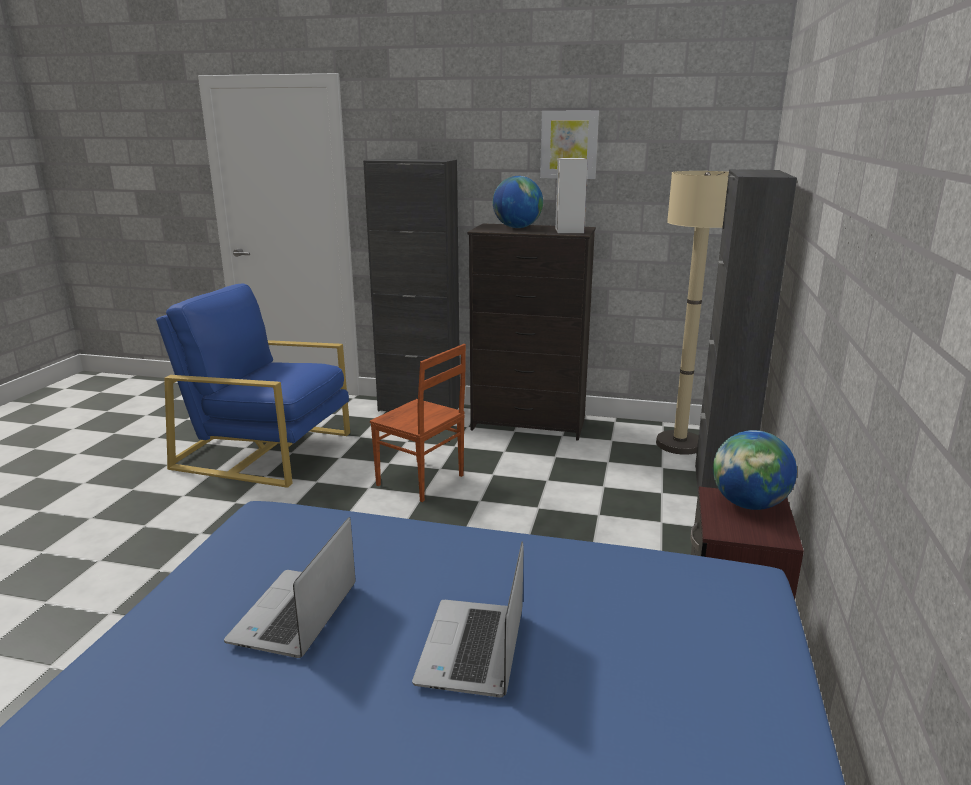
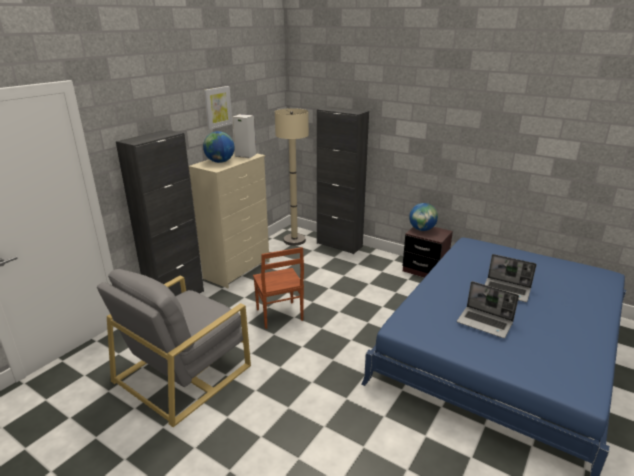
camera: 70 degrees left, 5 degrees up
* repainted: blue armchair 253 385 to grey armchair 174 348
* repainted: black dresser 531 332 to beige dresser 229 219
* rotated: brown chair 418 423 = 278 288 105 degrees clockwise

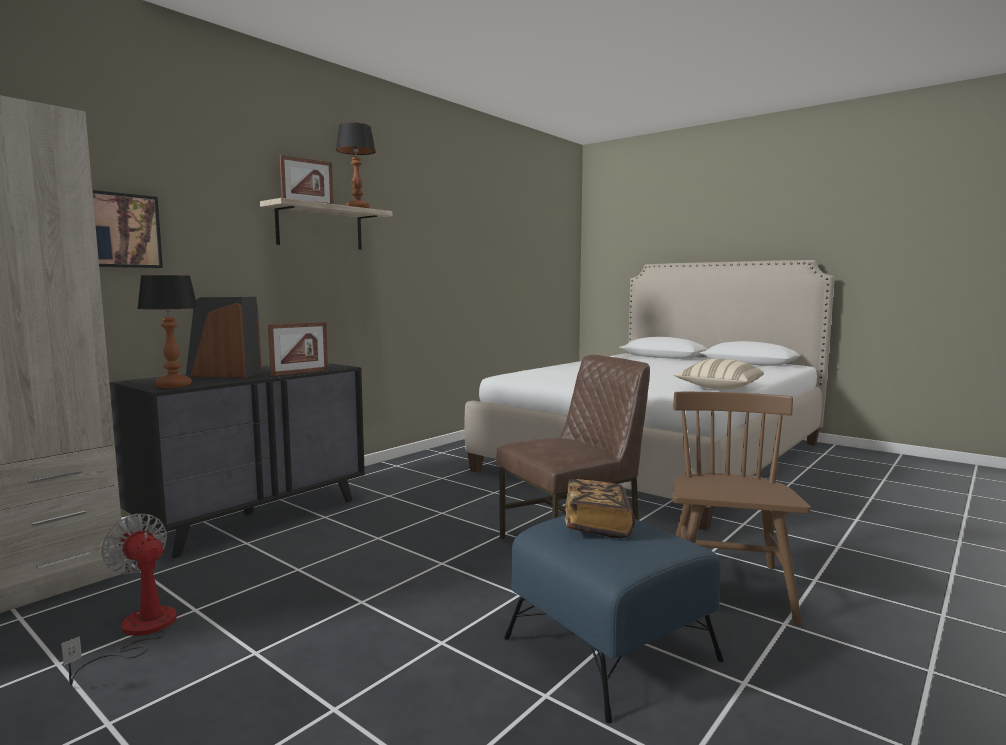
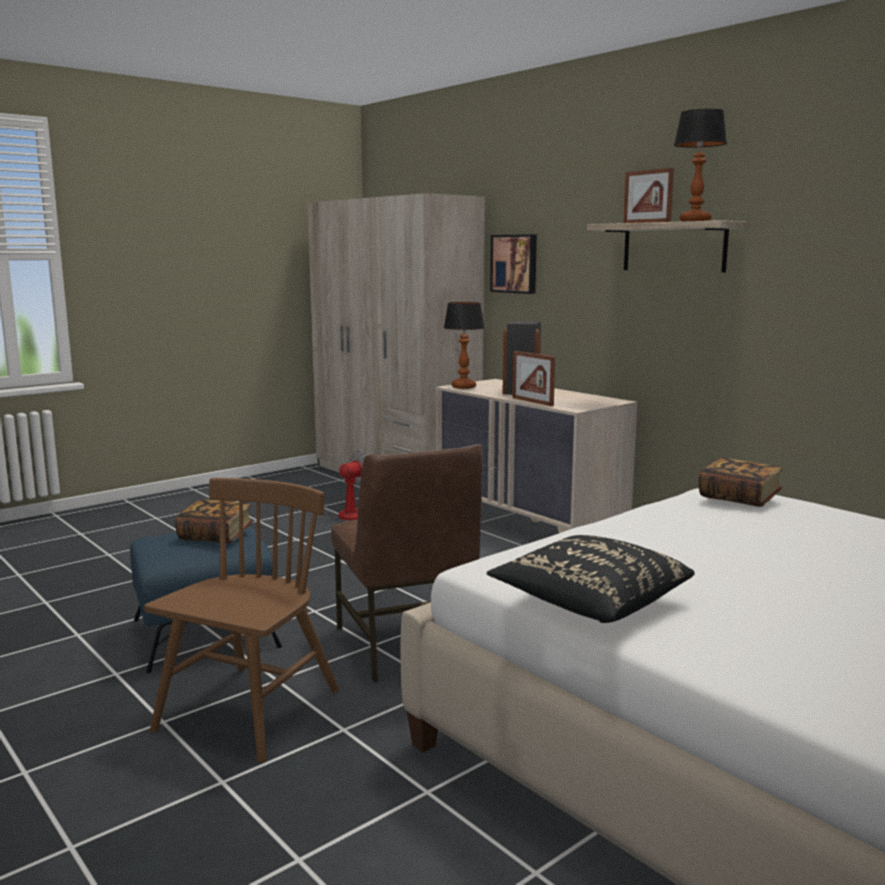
camera: 100 degrees right, 5 degrees up
* new: book 740 482
* repainted: black dresser 237 460 to beige dresser 536 456
* repainted: beige pillow 719 374 to black pillow 591 579
* rotated: brown chair 741 509 = 241 620 90 degrees counterclockwise

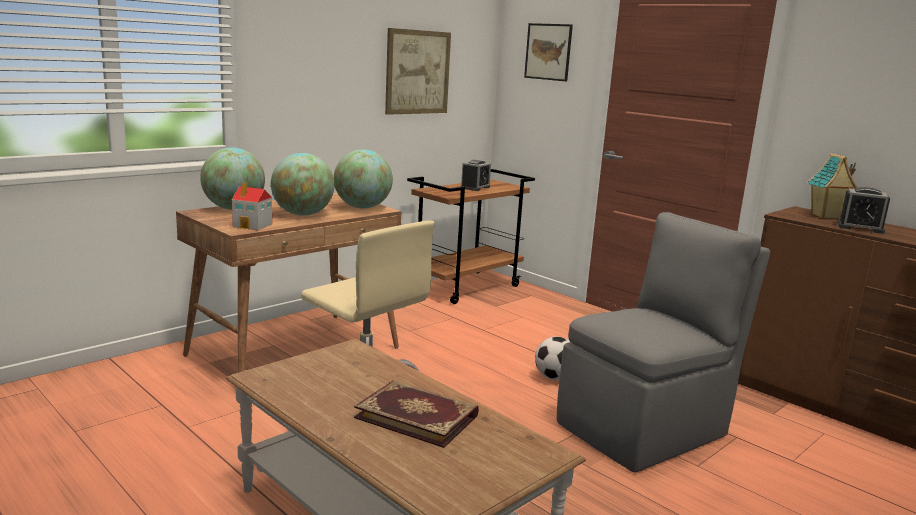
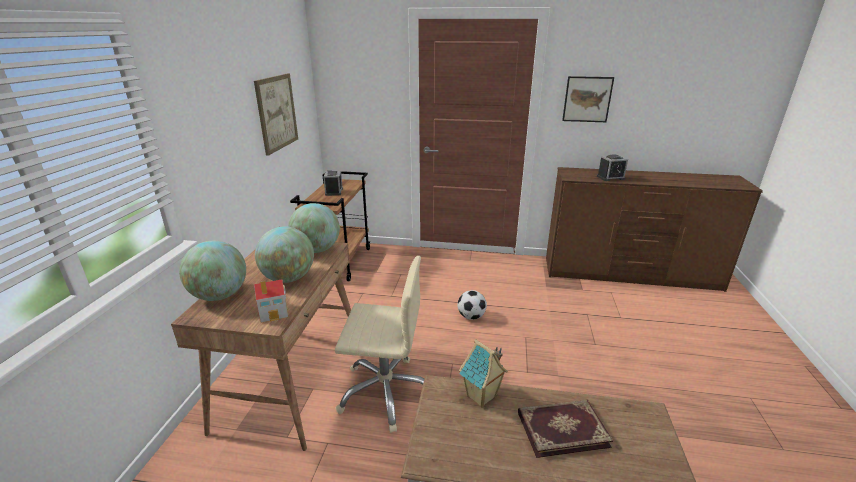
camera: 35 degrees left, 10 degrees up
* gone: grey chair 663 342
* shifted: picture 548 52 to 588 99
* shifted: toy house 833 186 to 483 373

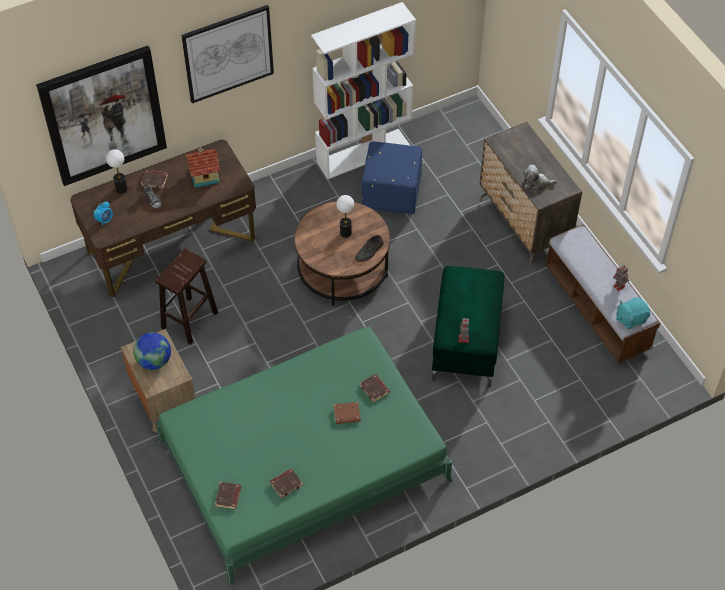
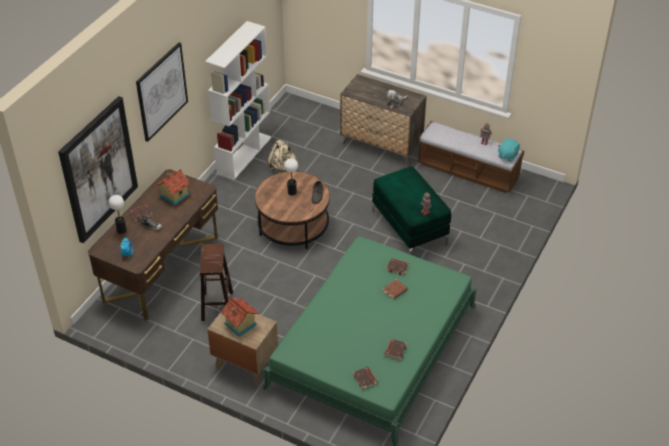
camera: 35 degrees left, 10 degrees down
* swapped: globe 152 351 to toy house 239 317
* swapped: blue ottoman 391 177 to beige backpack 282 157

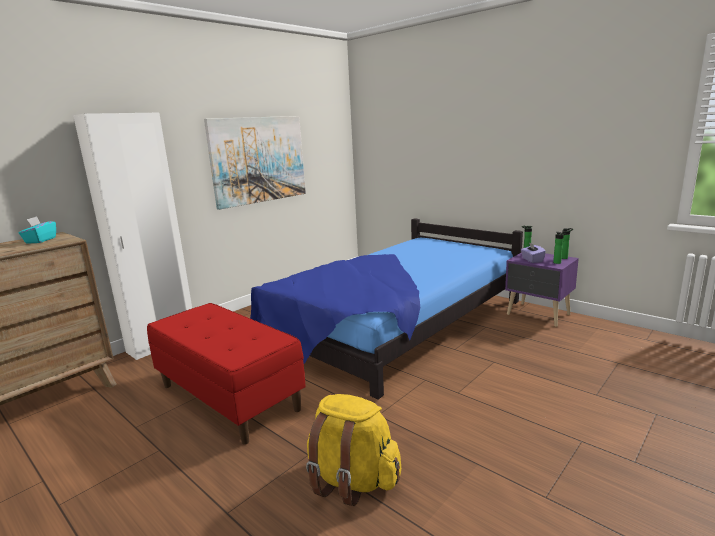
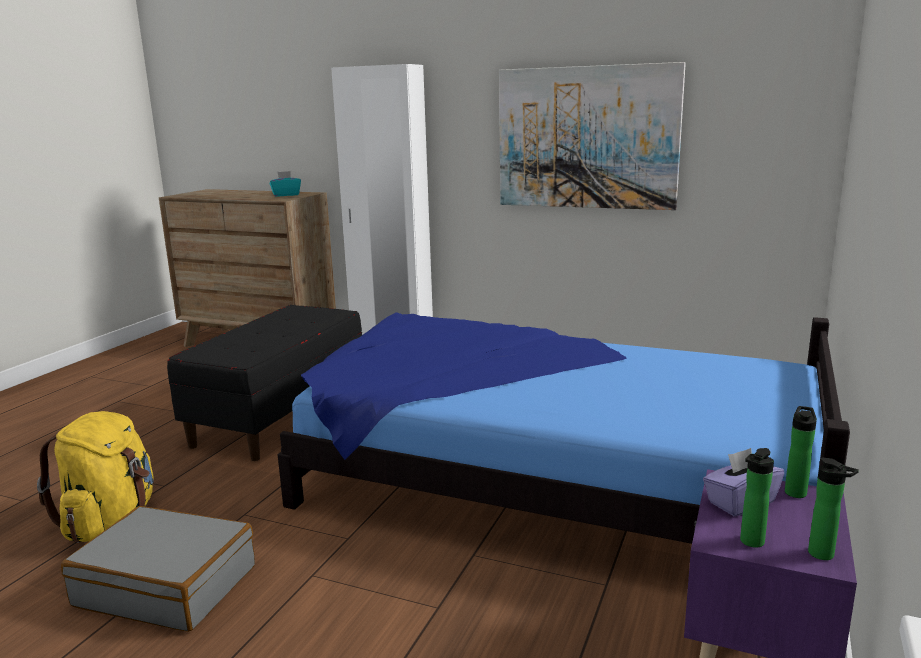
camera: 70 degrees right, 0 degrees up
* new: grey suitcase 158 569
* repainted: red bench 226 374 to black bench 264 383

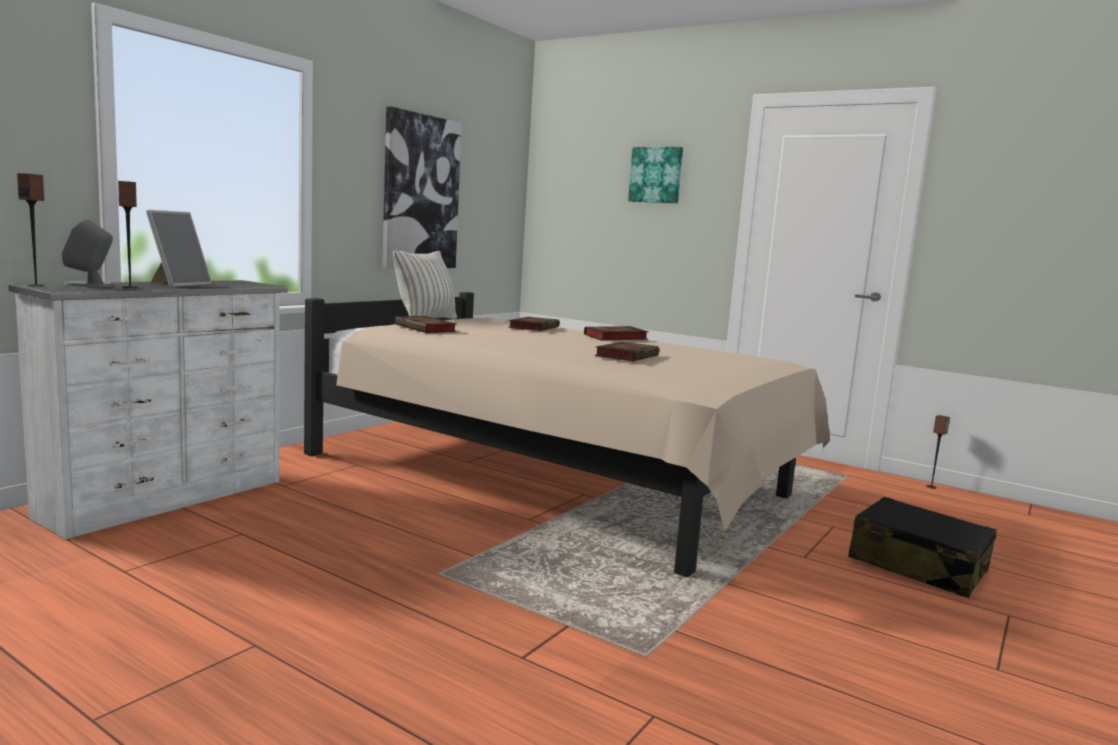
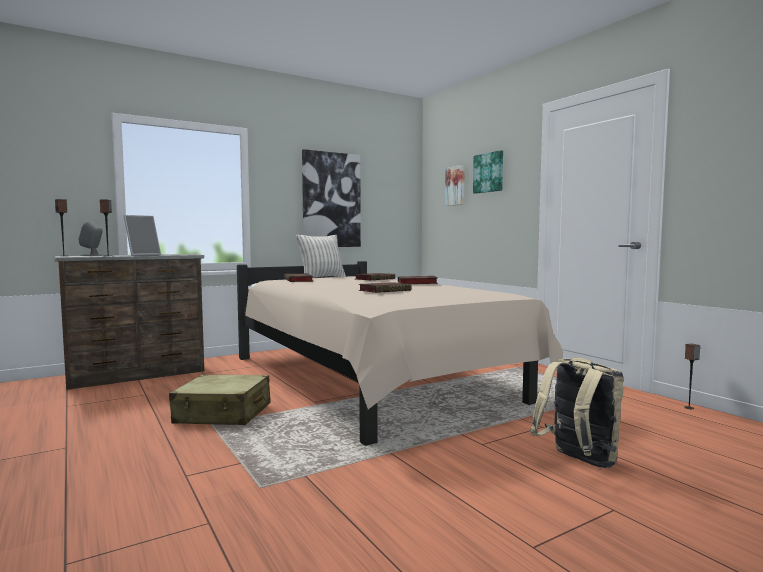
camera: 25 degrees right, 5 degrees down
* new: beige suitcase 219 400
* new: picture 455 185
* swapped: black suitcase 922 547 to beige backpack 577 413
* repainted: white dresser 148 409 to brown dresser 129 322

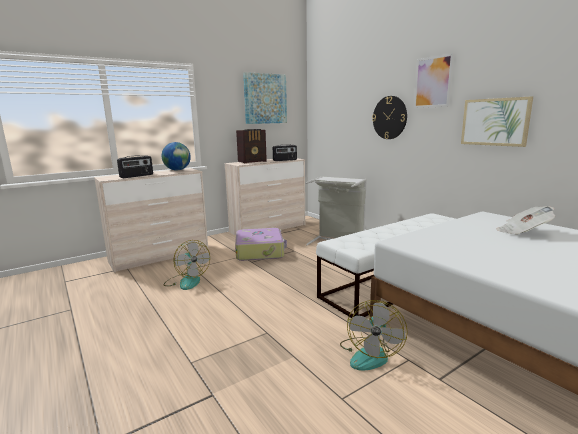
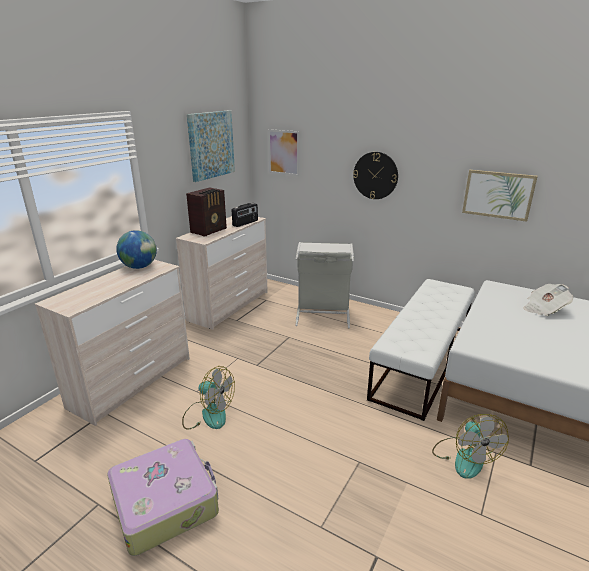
camera: 25 degrees left, 10 degrees up
* gone: radio 135 166
* shifted: suitcase 261 244 to 163 497
* shifted: picture 434 80 to 284 152

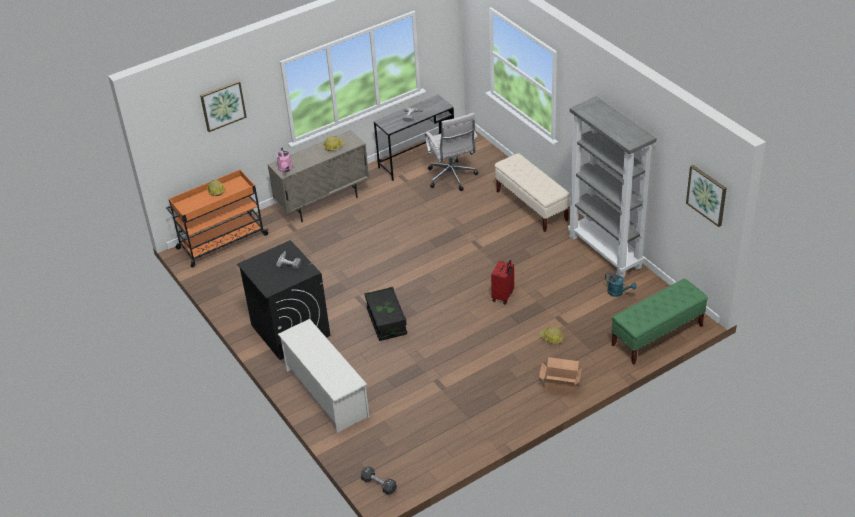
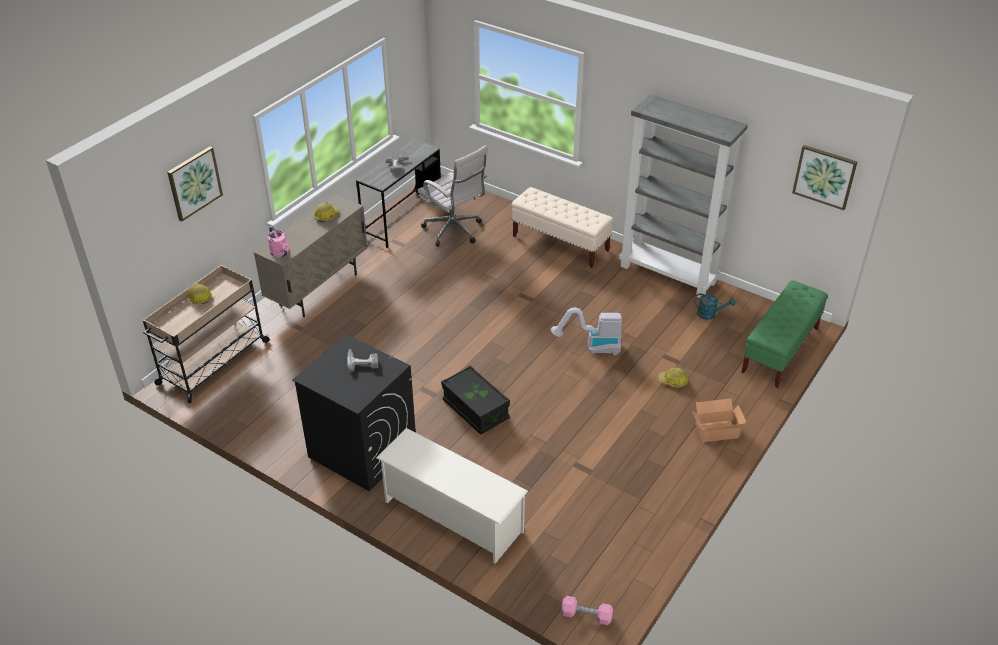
camera: 25 degrees left, 0 degrees up
* swapped: red suitcase 502 282 to vacuum cleaner 586 331
* repainted: orange cart 217 218 to beige cart 206 334
* repainted: black dumbbell 379 481 to pink dumbbell 587 610

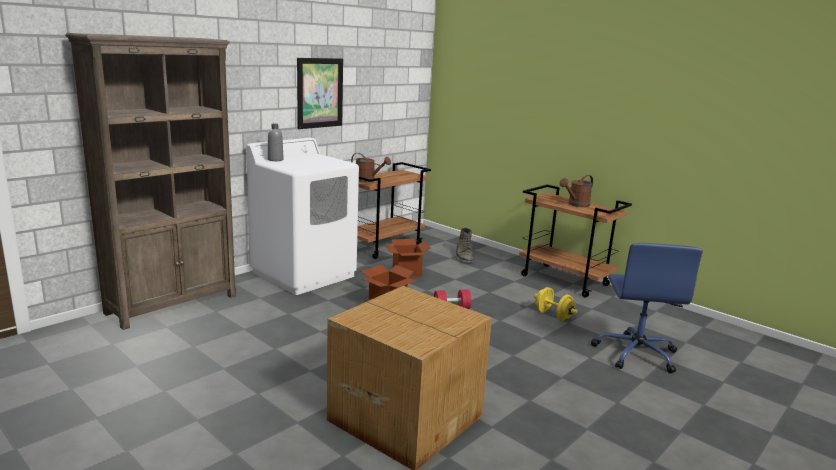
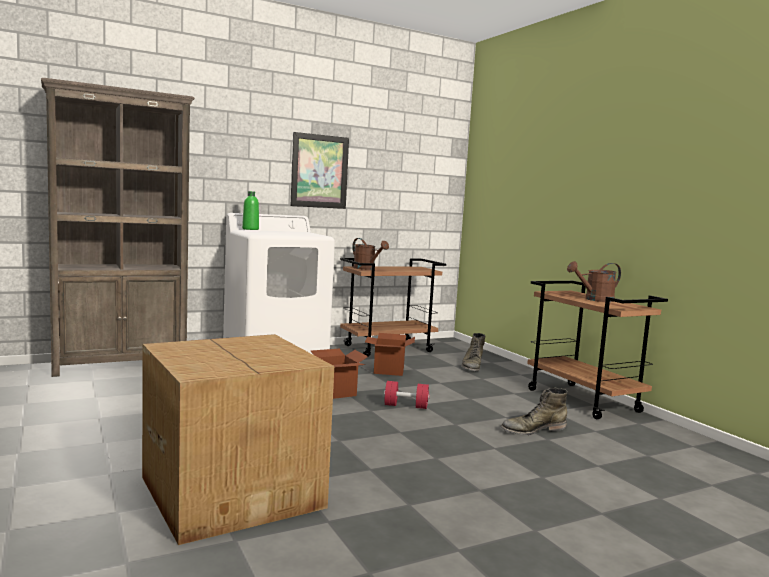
camera: 20 degrees right, 10 degrees down
* gone: blue office chair 647 308
* swapped: yellow dumbbell 555 304 to green boot 534 411
* repainted: grey bottle 276 142 to green bottle 250 210

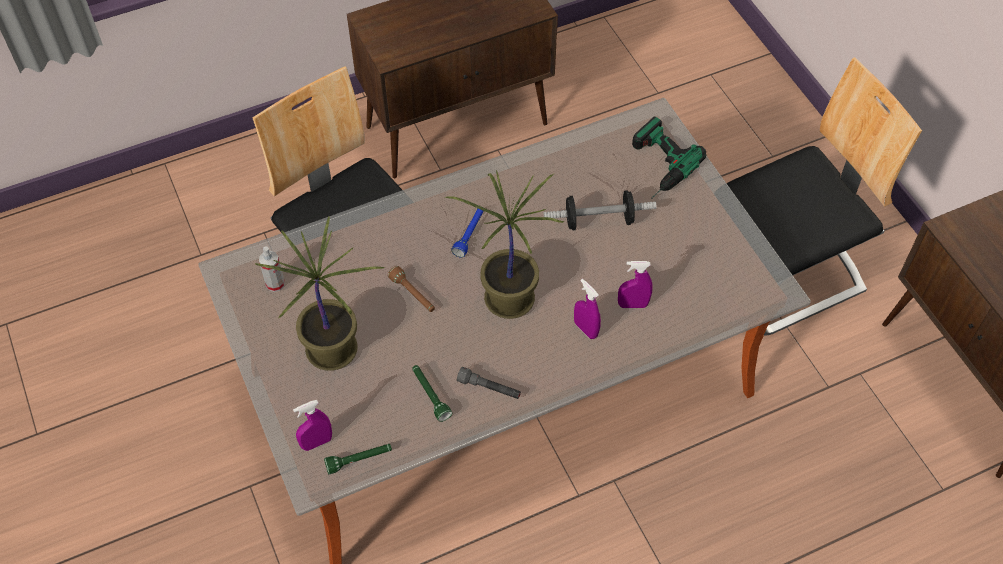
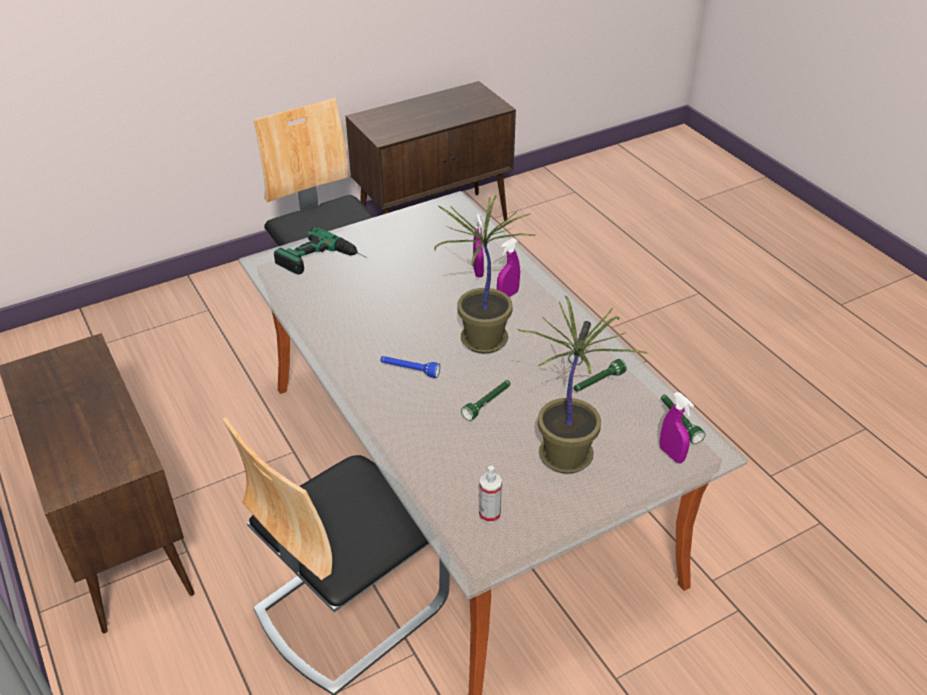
camera: 95 degrees left, 15 degrees down
* gone: dumbbell 600 210
* repainted: brown flashlight 411 289 to green flashlight 486 400

